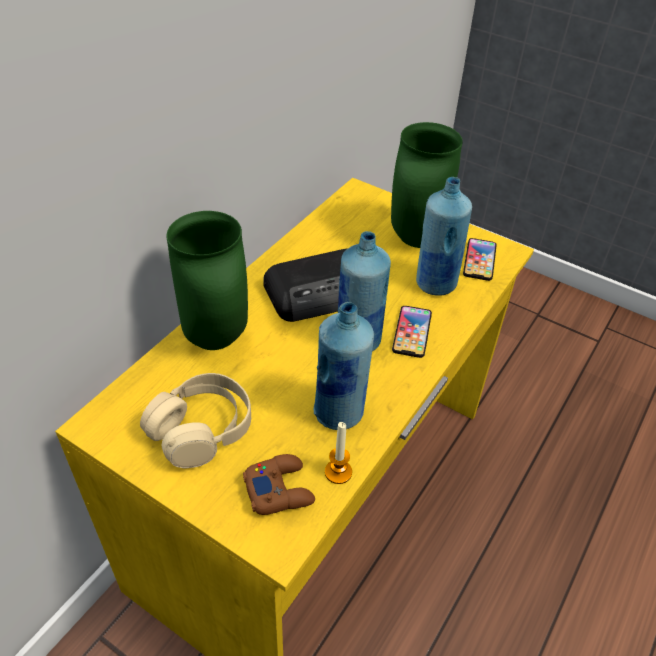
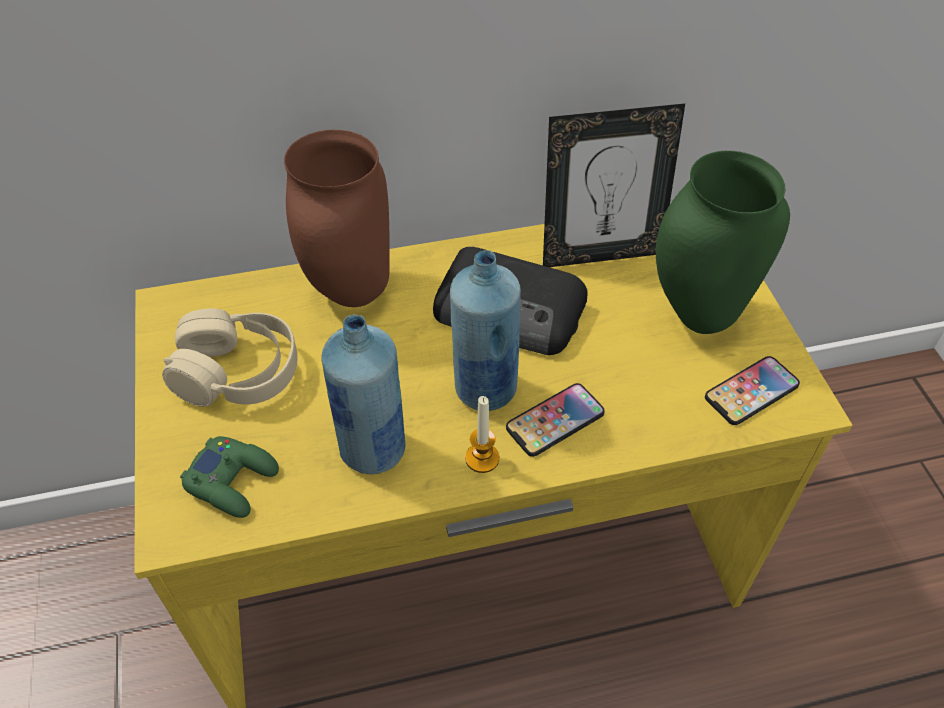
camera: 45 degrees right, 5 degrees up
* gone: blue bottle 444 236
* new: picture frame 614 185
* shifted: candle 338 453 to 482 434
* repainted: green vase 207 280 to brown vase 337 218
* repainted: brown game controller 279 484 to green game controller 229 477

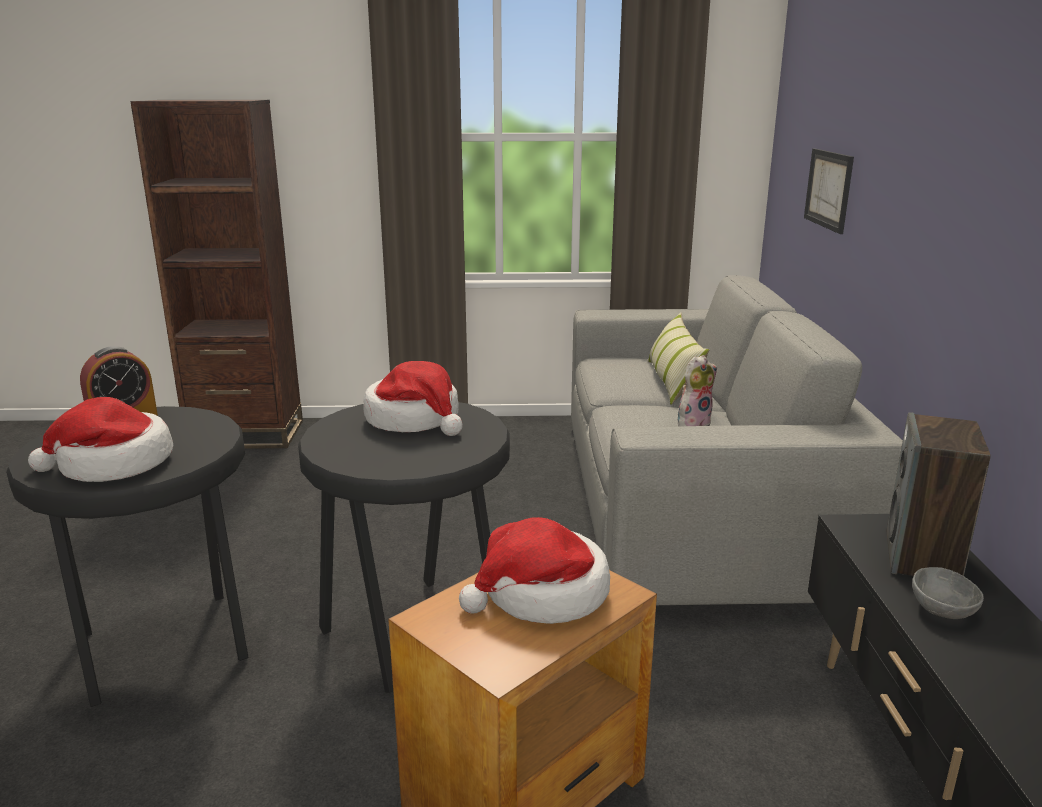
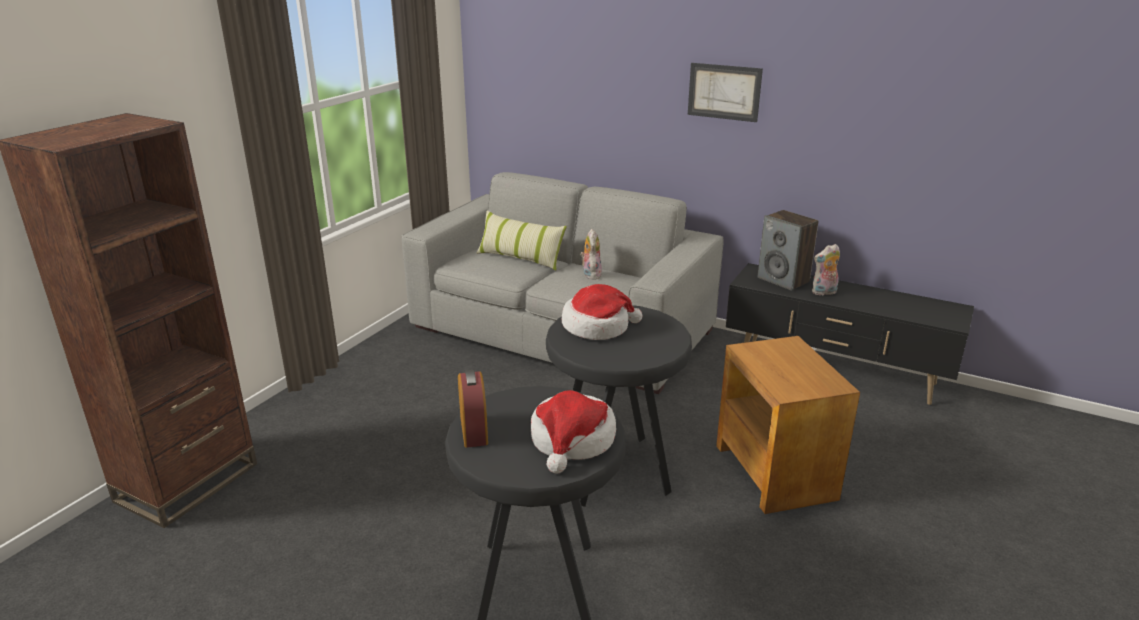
camera: 60 degrees left, 5 degrees up
* gone: hat 534 570
* shifted: picture 829 191 to 725 92
* swapped: grey bowl 948 593 to plush toy 826 270

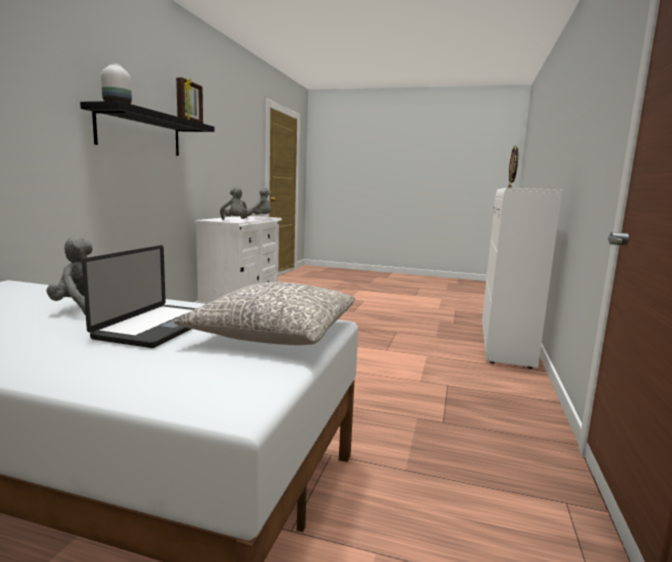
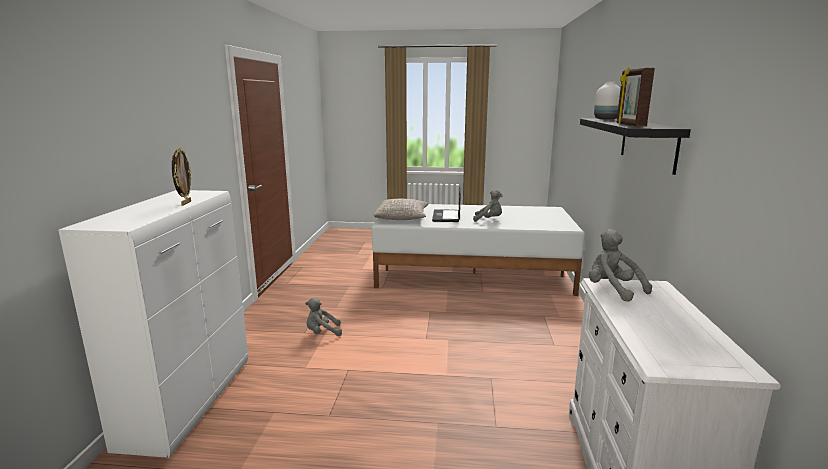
camera: 170 degrees right, 5 degrees up
* shifted: grey plush toy 258 203 to 323 316

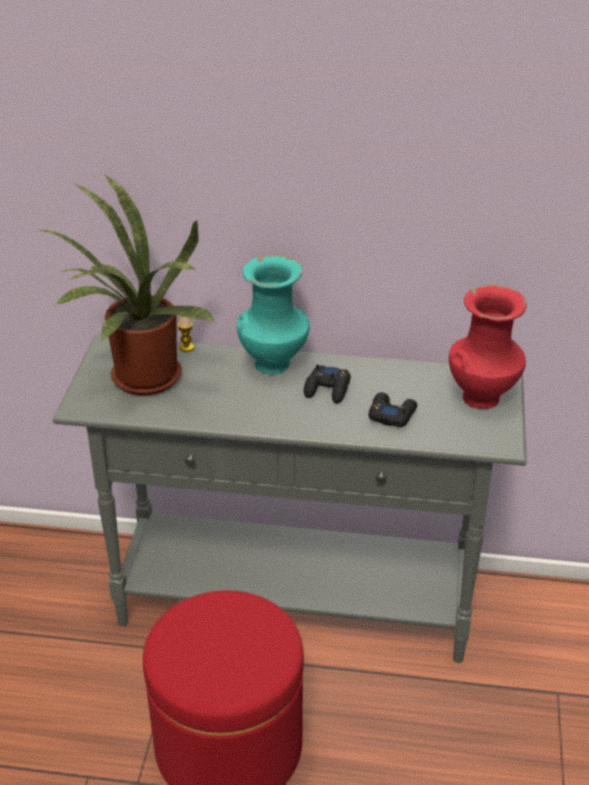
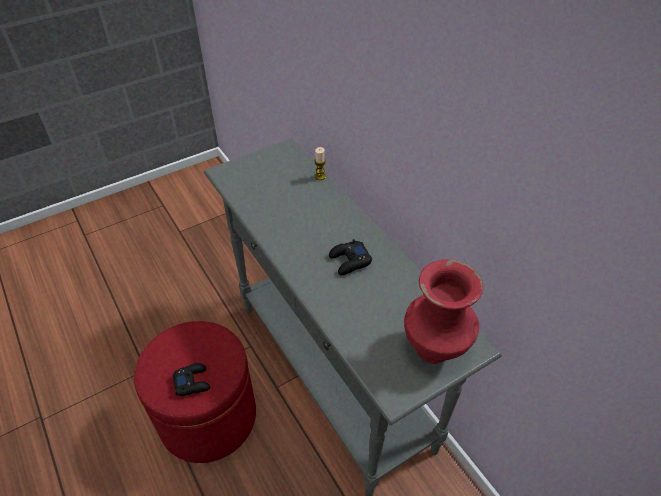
camera: 50 degrees right, 10 degrees up
* gone: potted plant 127 285
* gone: turquoise vase 273 315
* shifted: black game controller 392 409 to 191 379

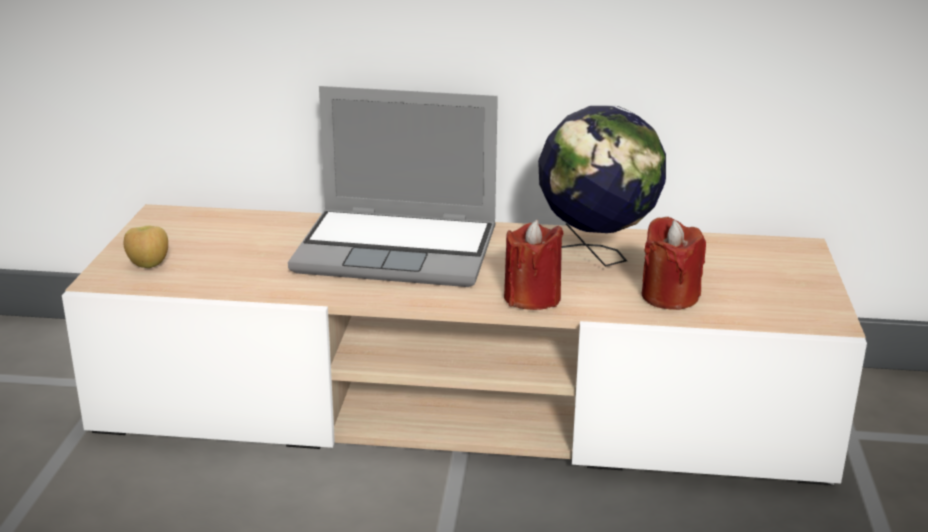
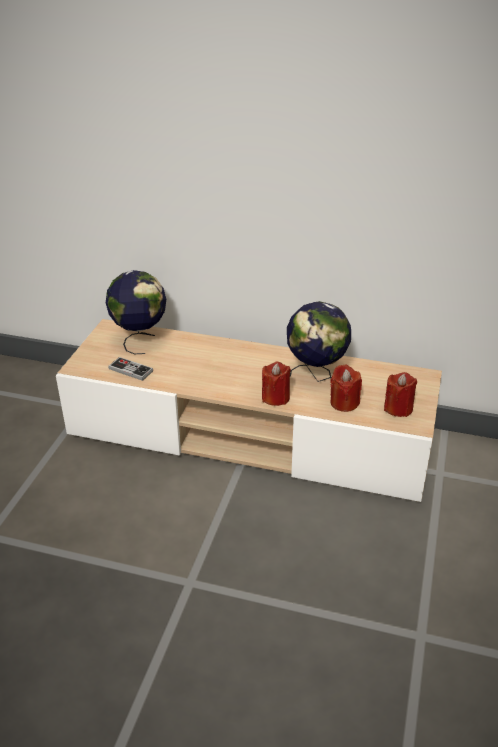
camera: 10 degrees right, 10 degrees up
* gone: apple 146 247
* gone: laptop 393 186
* new: globe 136 312
* new: game controller 130 369
* new: red candle 400 394

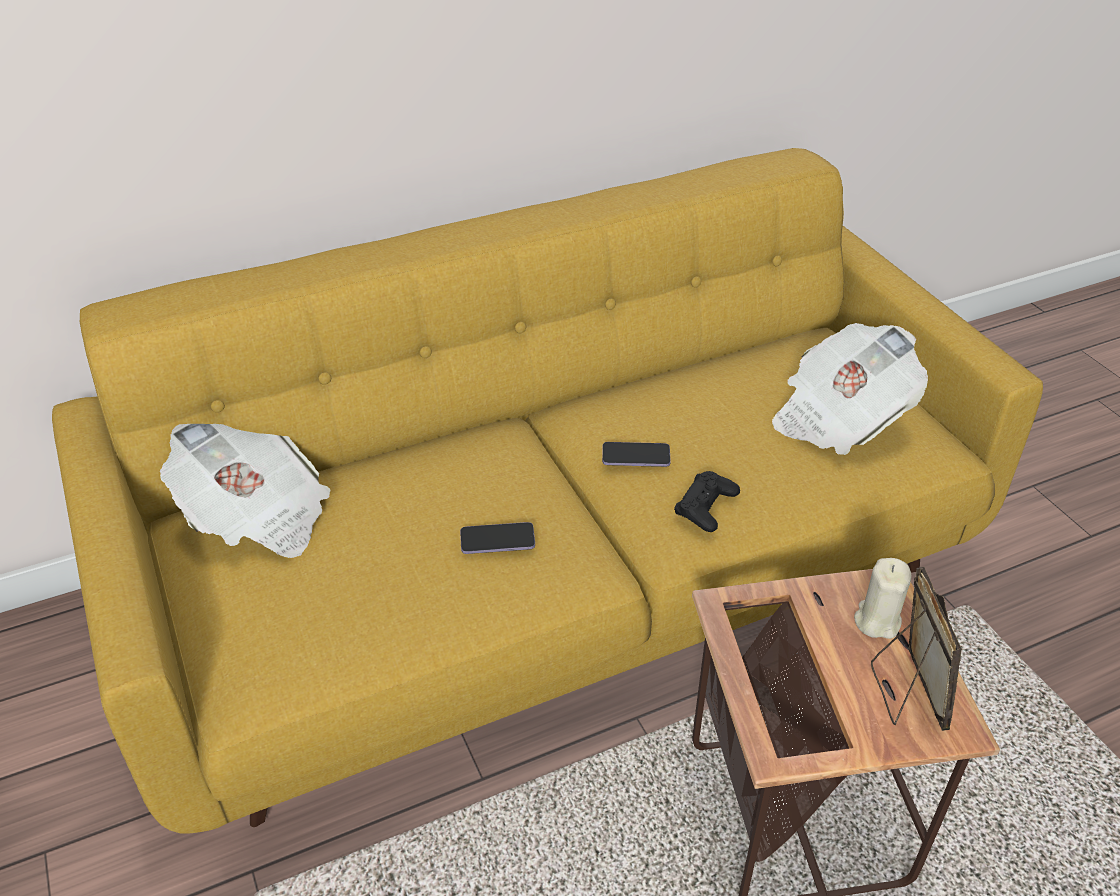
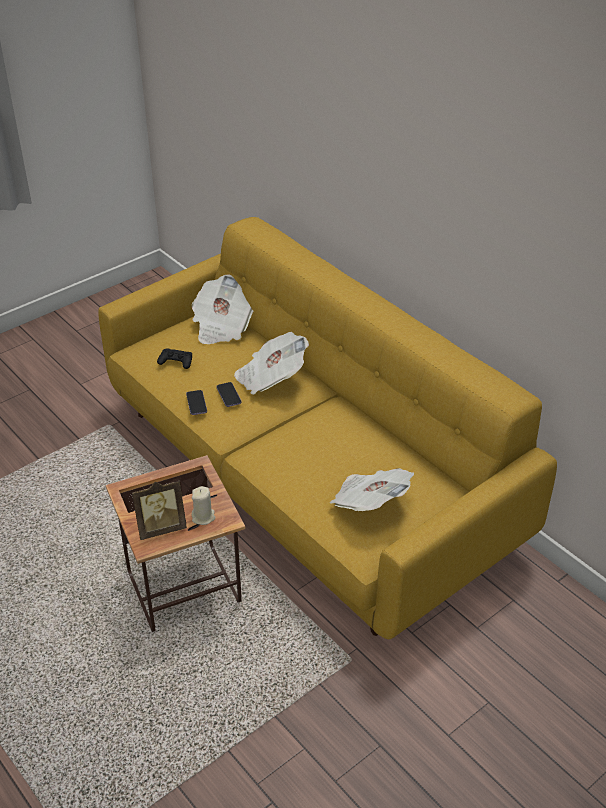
camera: 75 degrees right, 0 degrees up
* new: newspaper 271 363
* shifted: phone 636 454 to 196 402
* shifted: black game controller 707 501 to 174 359

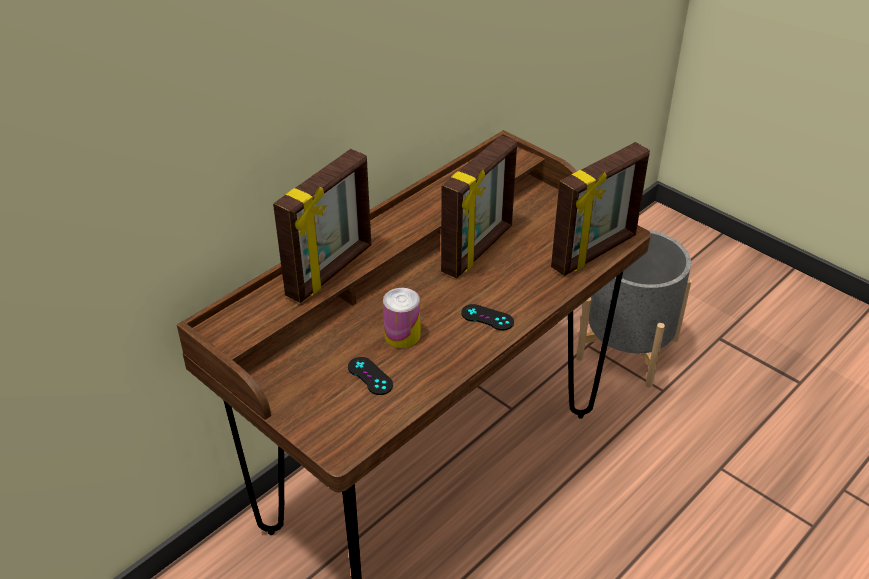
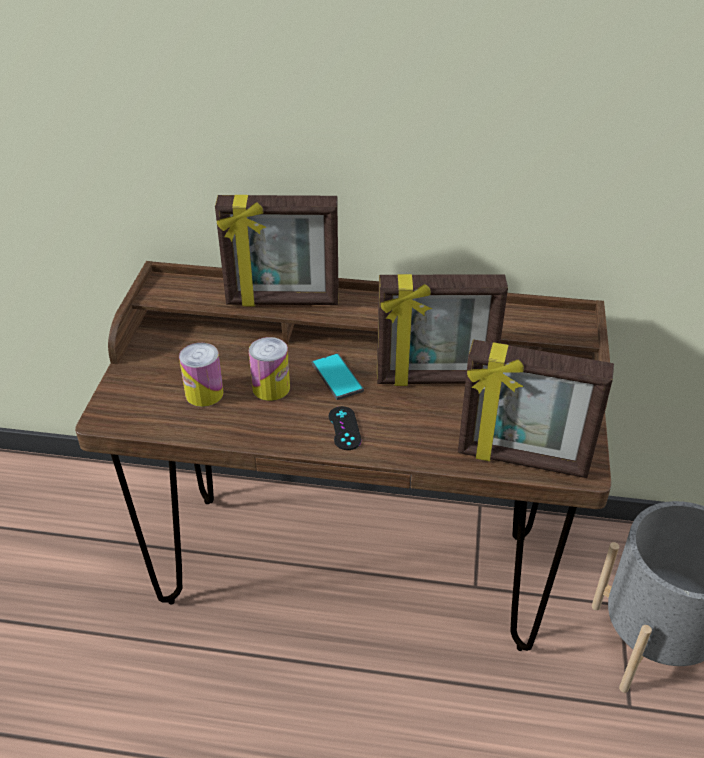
camera: 55 degrees right, 0 degrees up
* new: phone 338 376
* swapped: black game controller 370 376 to can 201 375

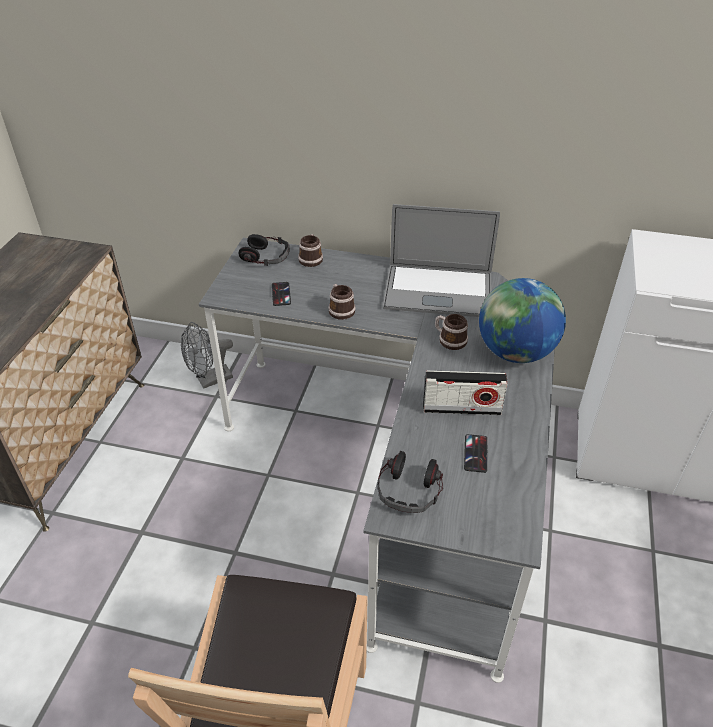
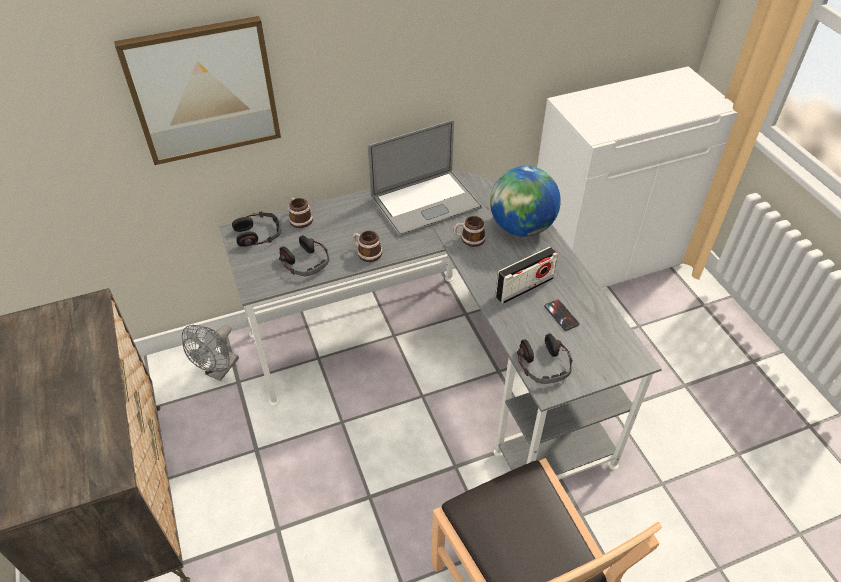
camera: 35 degrees left, 5 degrees up
* new: picture 197 90
* swapped: phone 281 294 to headphones 304 255

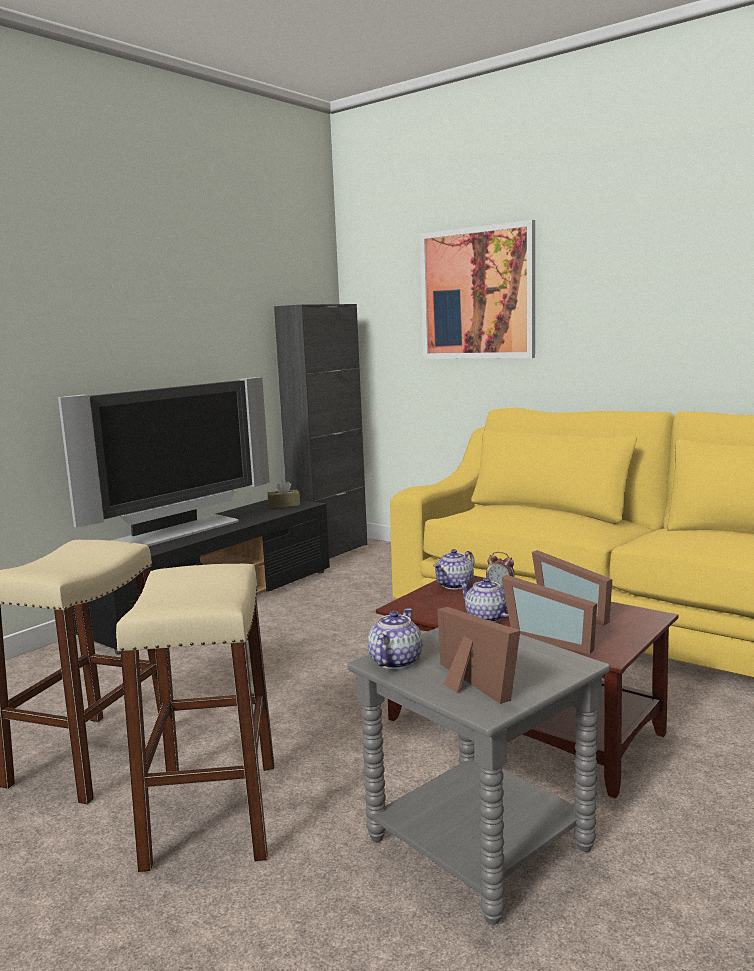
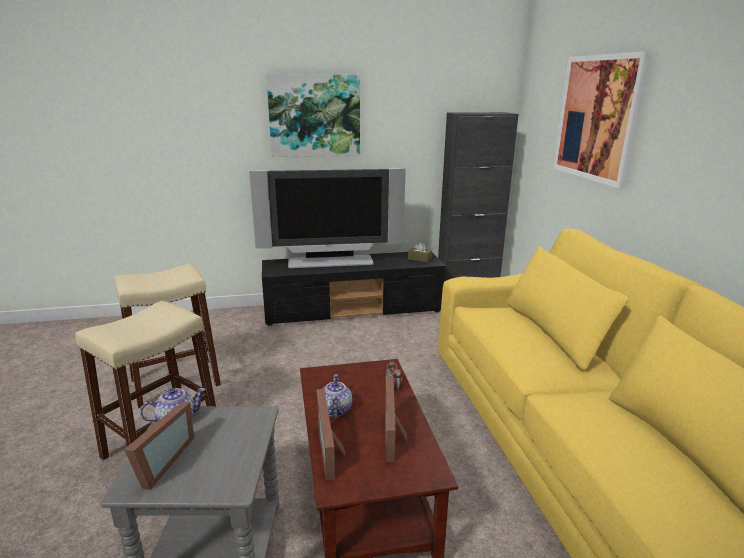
camera: 40 degrees right, 10 degrees up
* gone: teapot 454 569
* new: picture 313 115

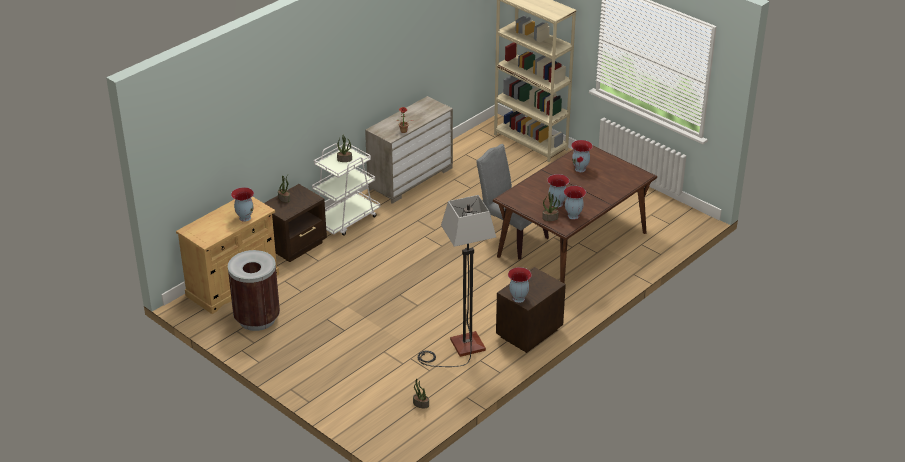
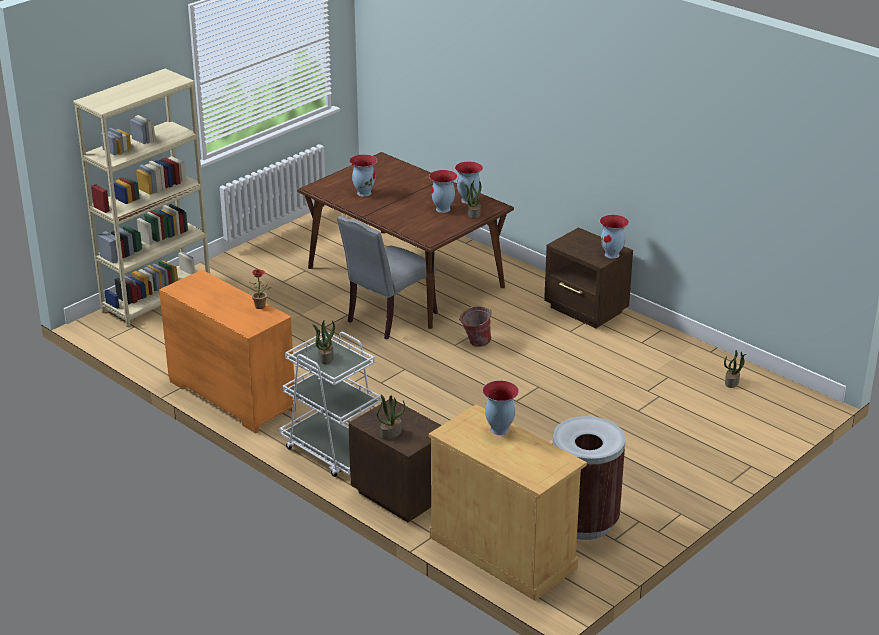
camera: 90 degrees left, 5 degrees down
* gone: floor lamp 457 281
* new: bucket 475 326
* repainted: beige dresser 409 150 to orange dresser 227 352

